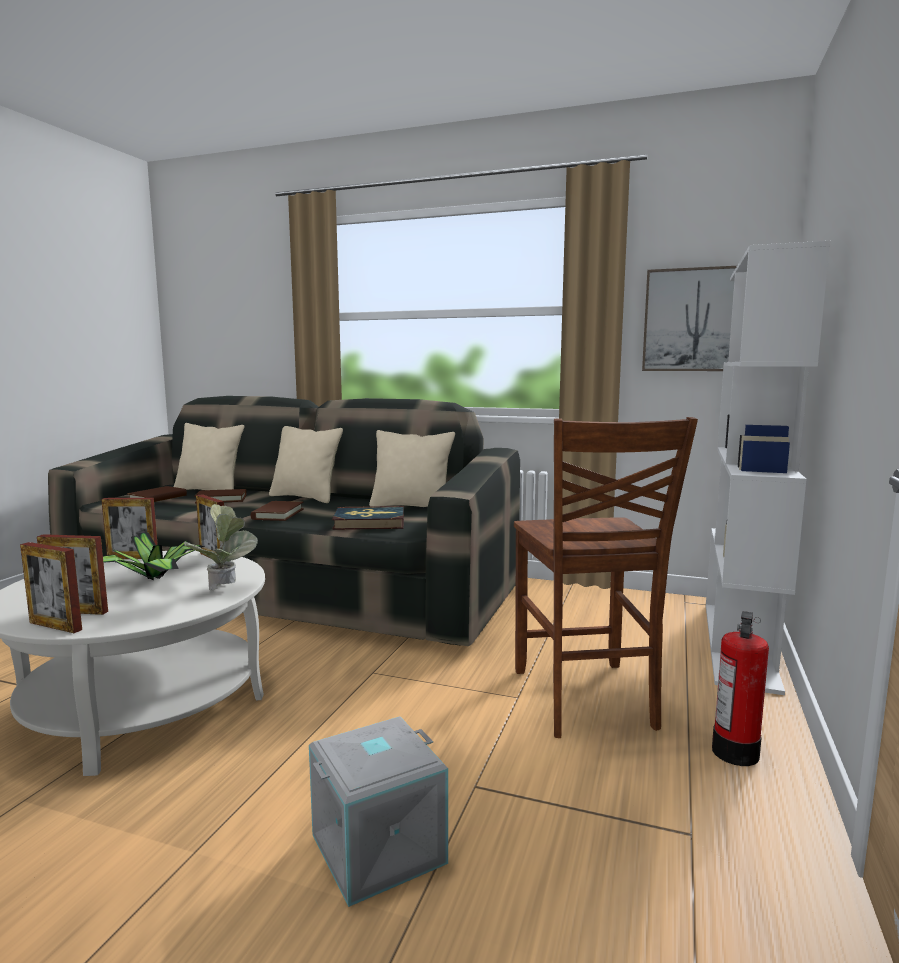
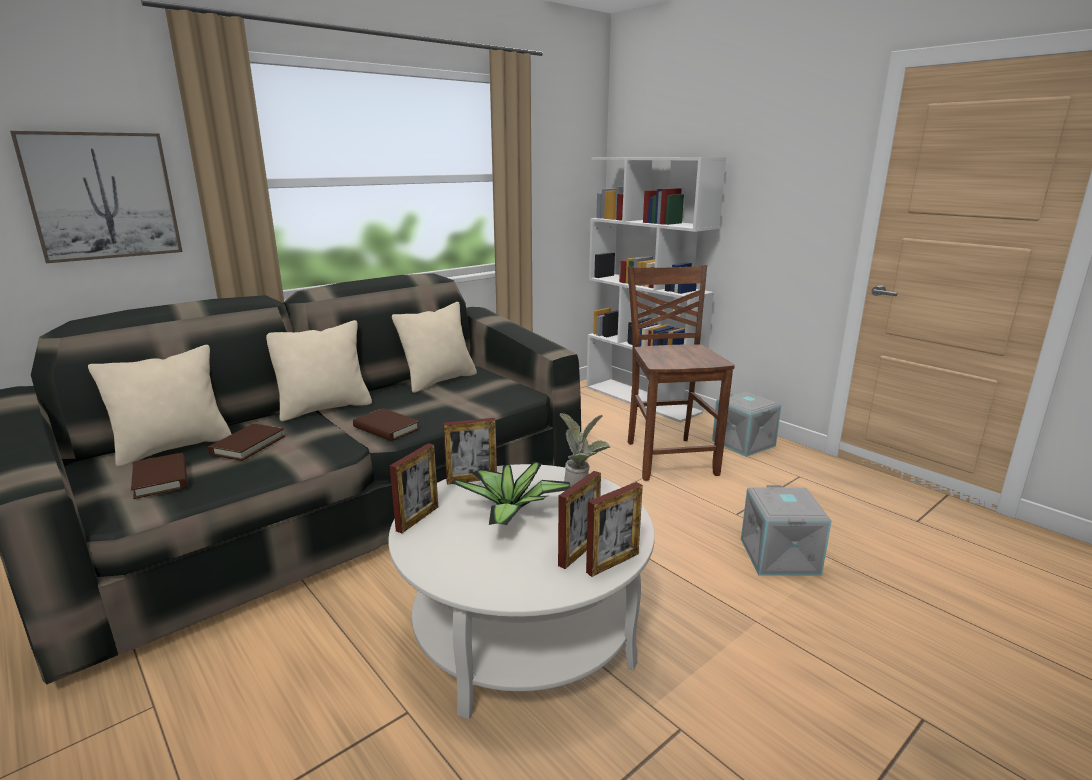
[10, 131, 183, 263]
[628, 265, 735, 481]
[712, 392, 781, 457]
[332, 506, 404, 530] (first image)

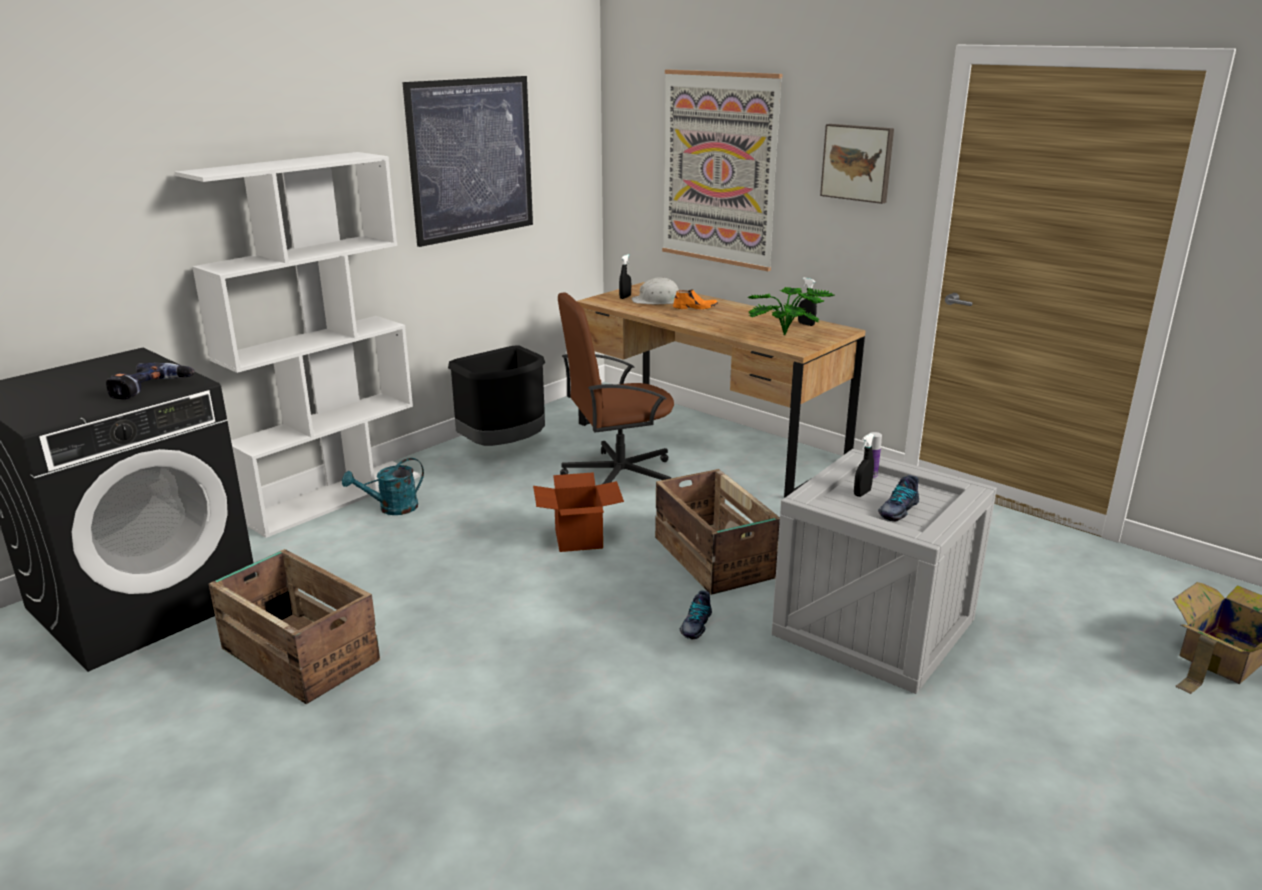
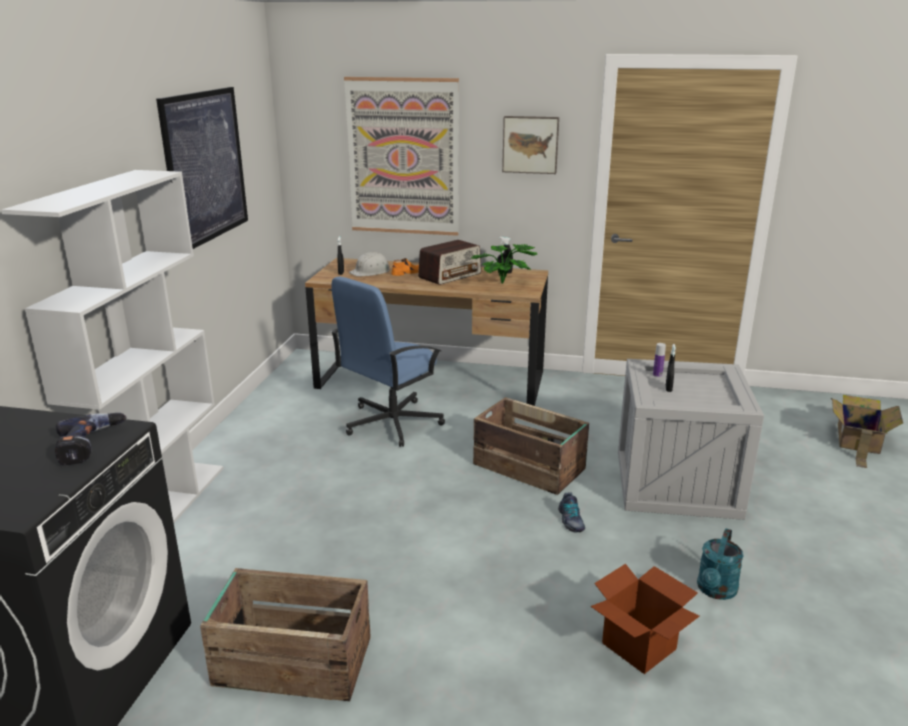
[331, 276, 445, 447]
[418, 240, 482, 285]
[591, 564, 700, 674]
[697, 529, 744, 600]
[448, 346, 545, 446] (first image)
[878, 475, 919, 521] (first image)

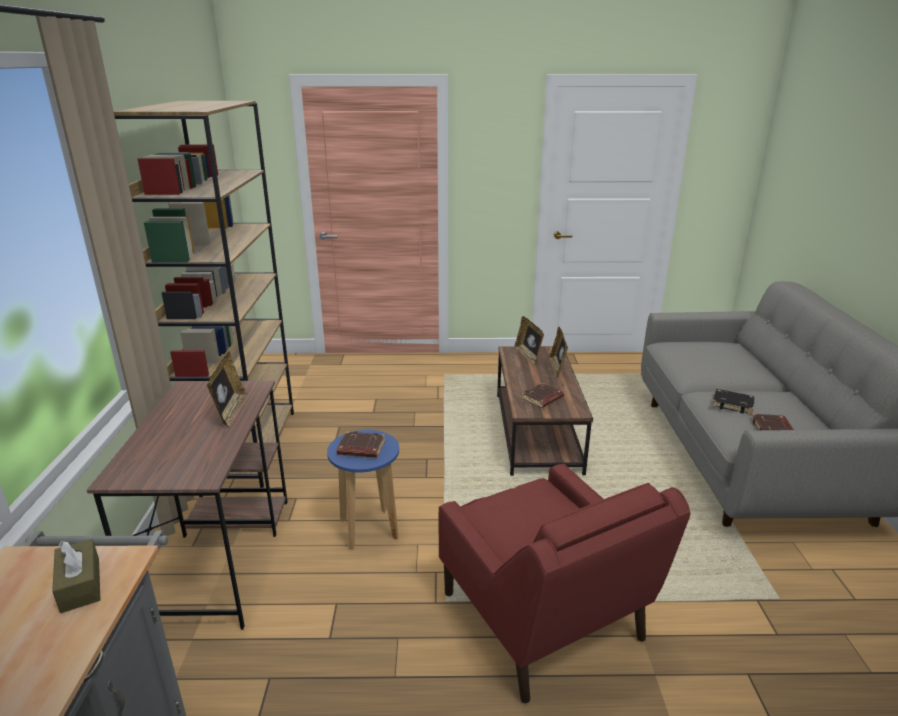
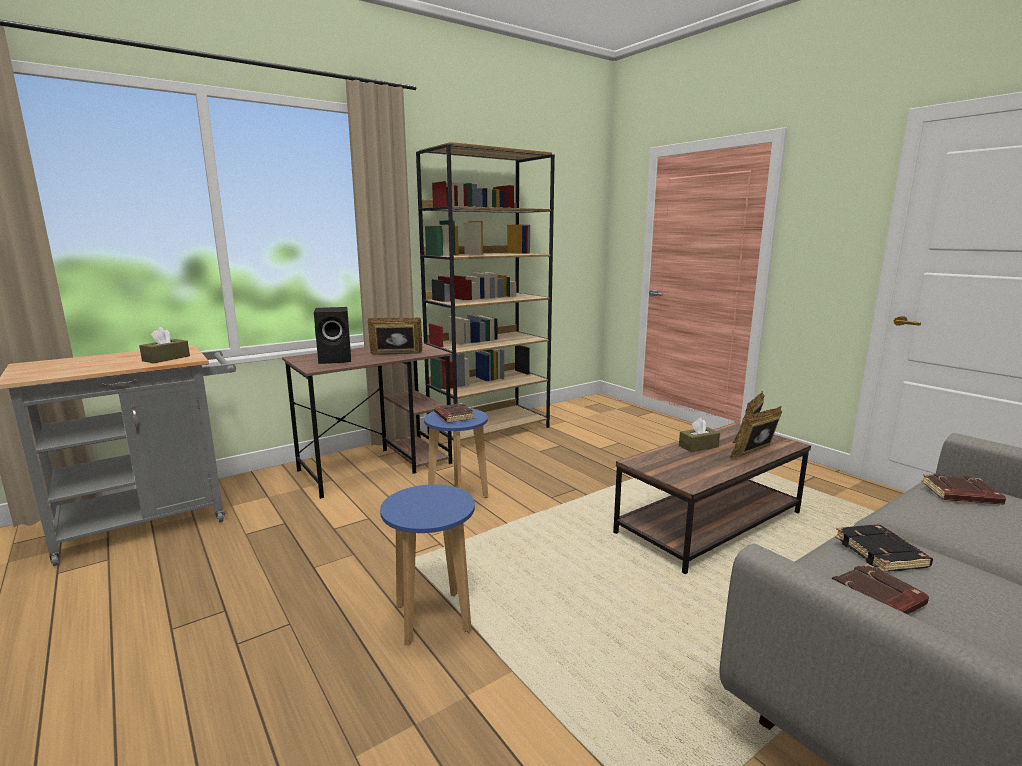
[314, 307, 351, 364]
[368, 317, 422, 355]
[380, 484, 475, 646]
[679, 418, 720, 452]
[921, 474, 1006, 504]

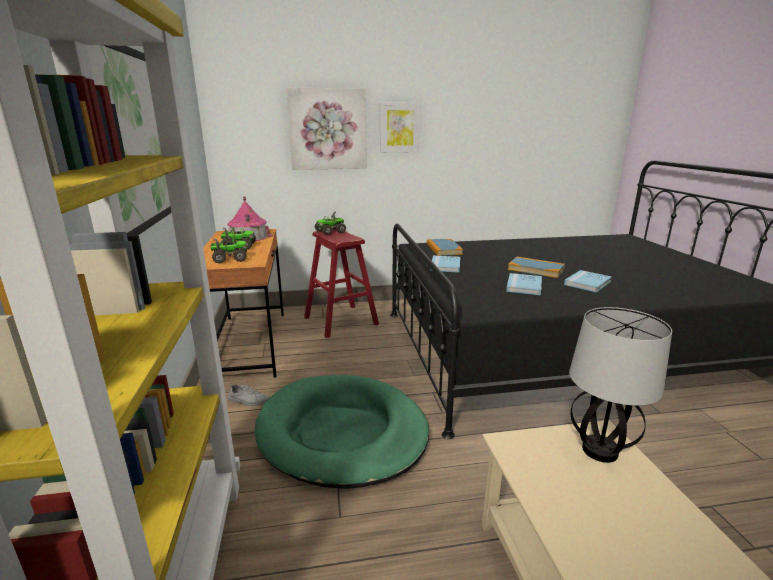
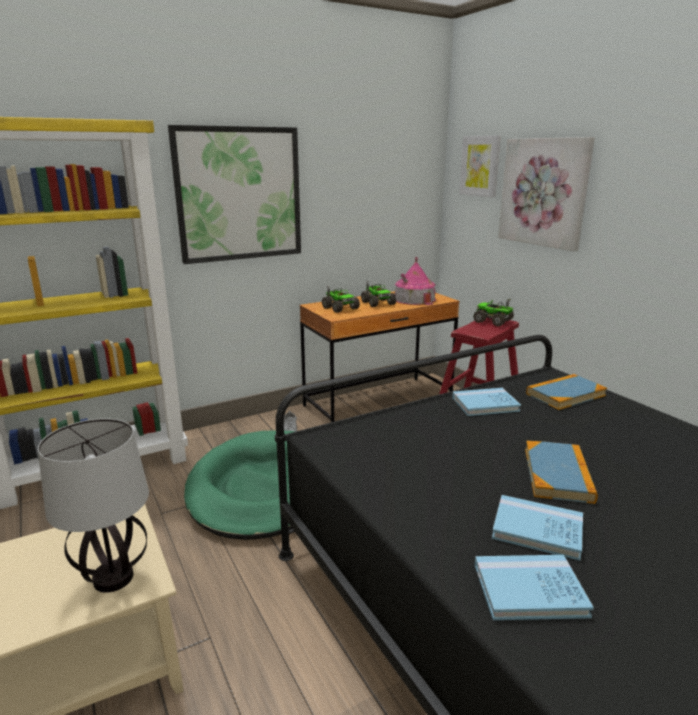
[459, 135, 501, 197]
[475, 555, 594, 620]

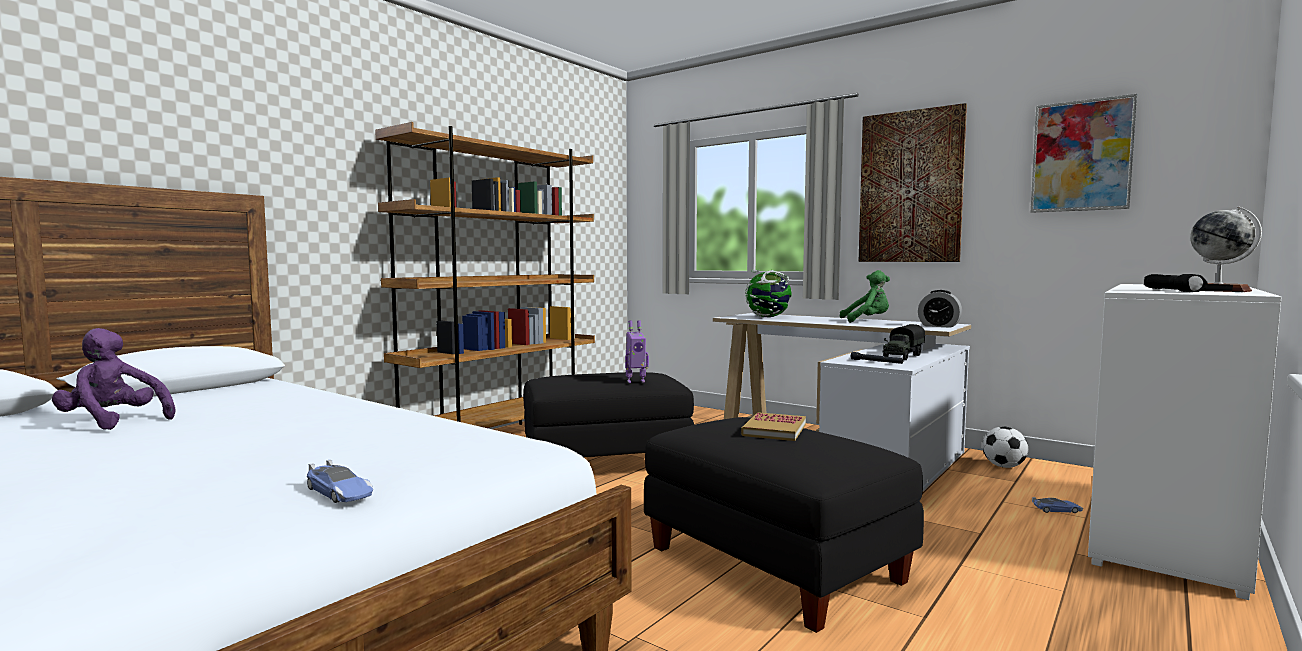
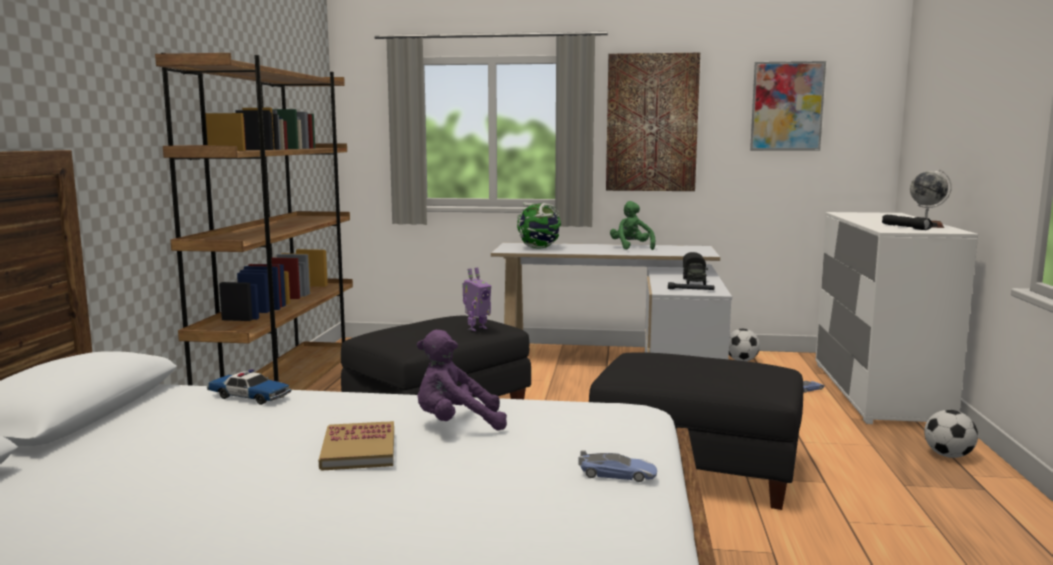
[207, 369, 292, 405]
[319, 421, 394, 471]
[417, 330, 507, 431]
[610, 201, 655, 250]
[924, 410, 978, 458]
[918, 290, 962, 328] (first image)

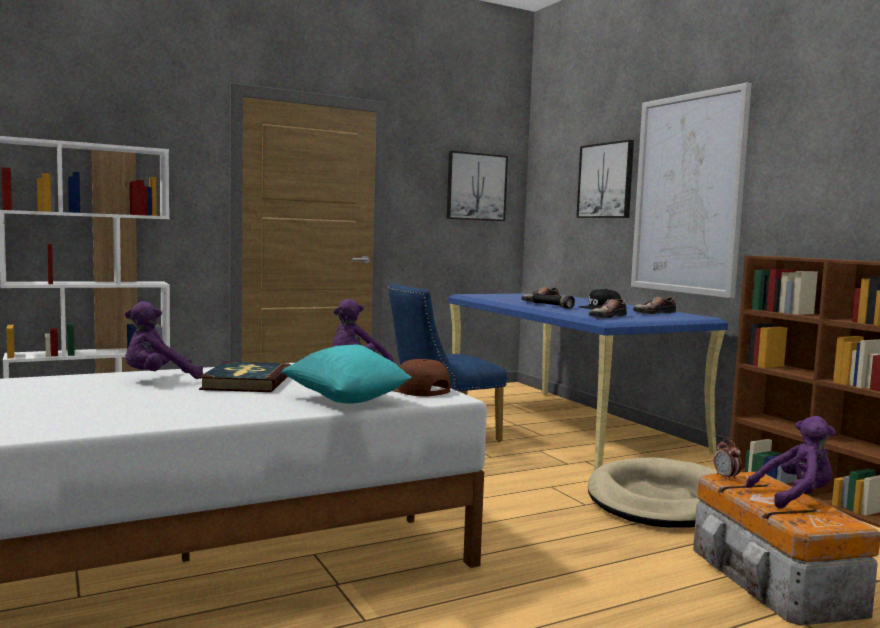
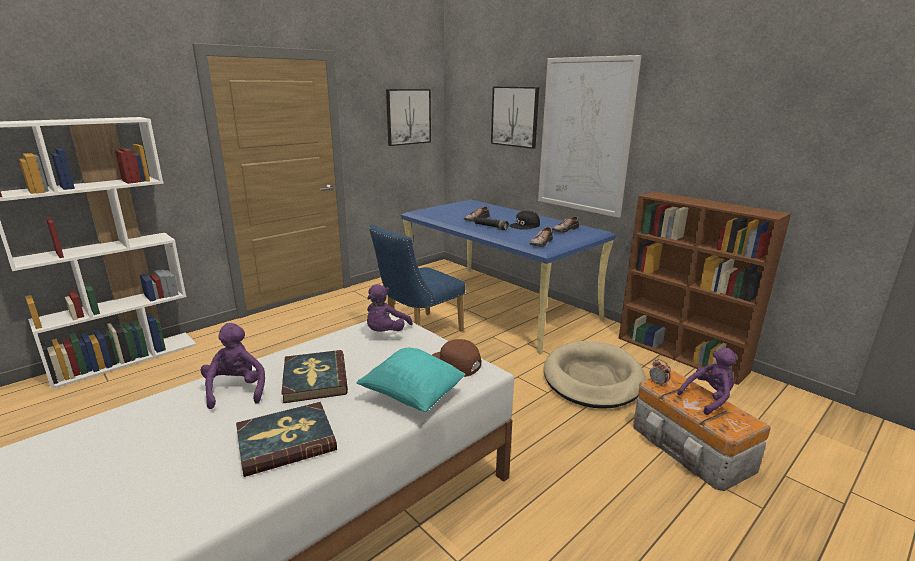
[201, 323, 265, 409]
[236, 402, 337, 477]

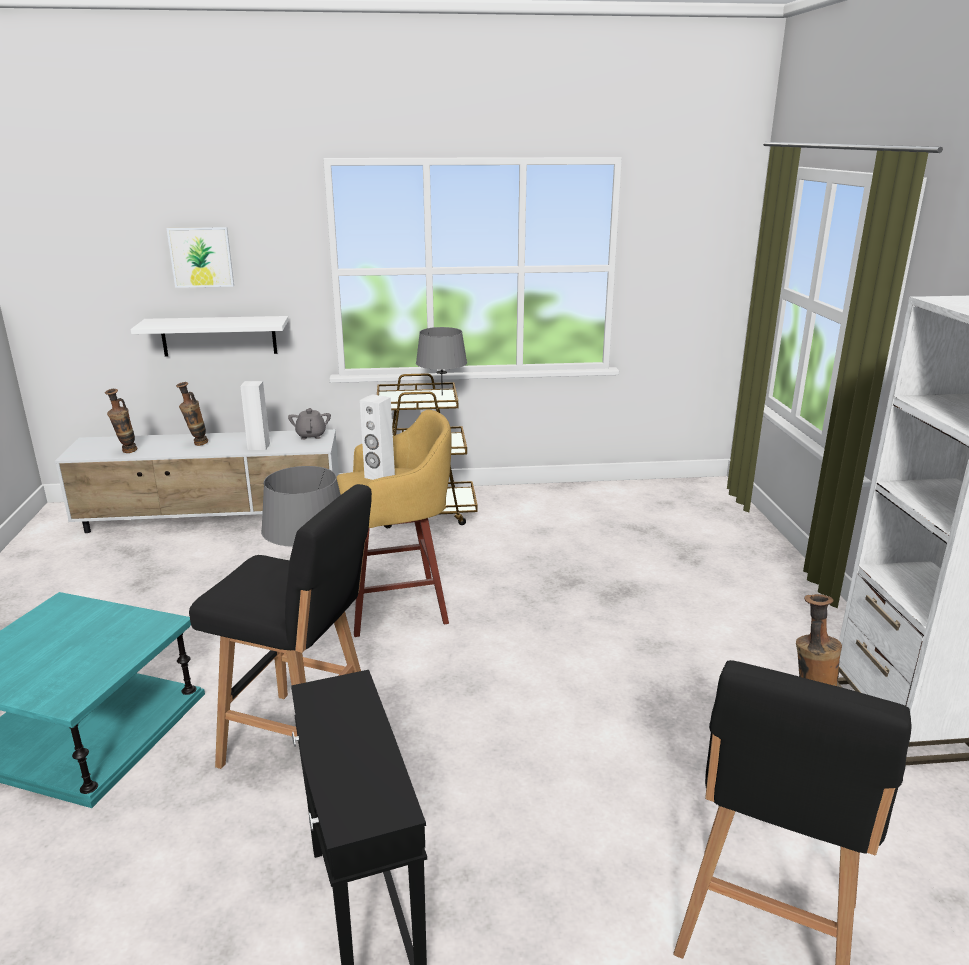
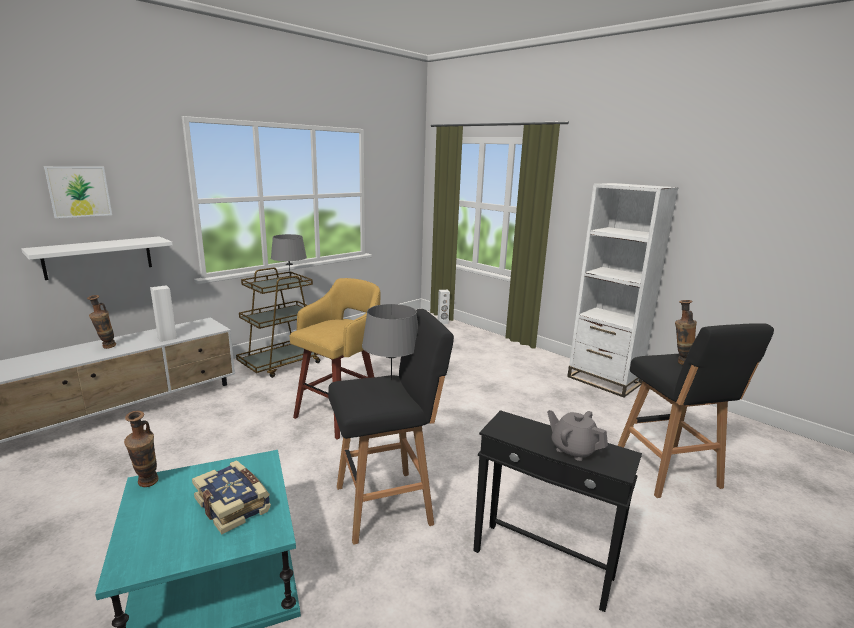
[124, 411, 158, 487]
[192, 460, 271, 534]
[438, 290, 450, 324]
[547, 410, 608, 461]

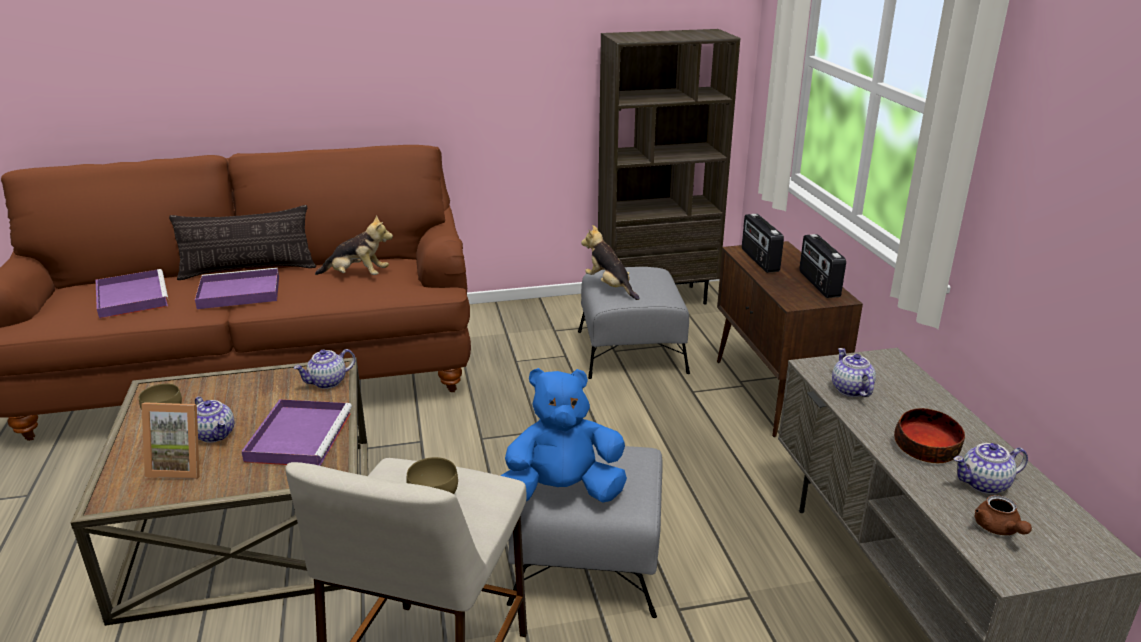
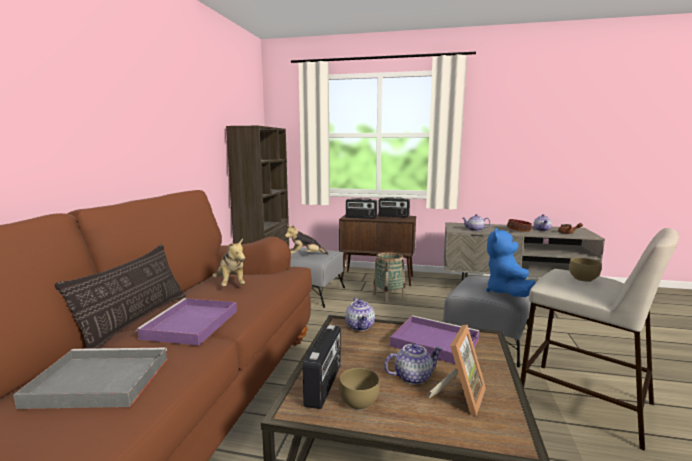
[13, 348, 167, 409]
[212, 238, 245, 286]
[303, 325, 341, 409]
[373, 252, 405, 302]

